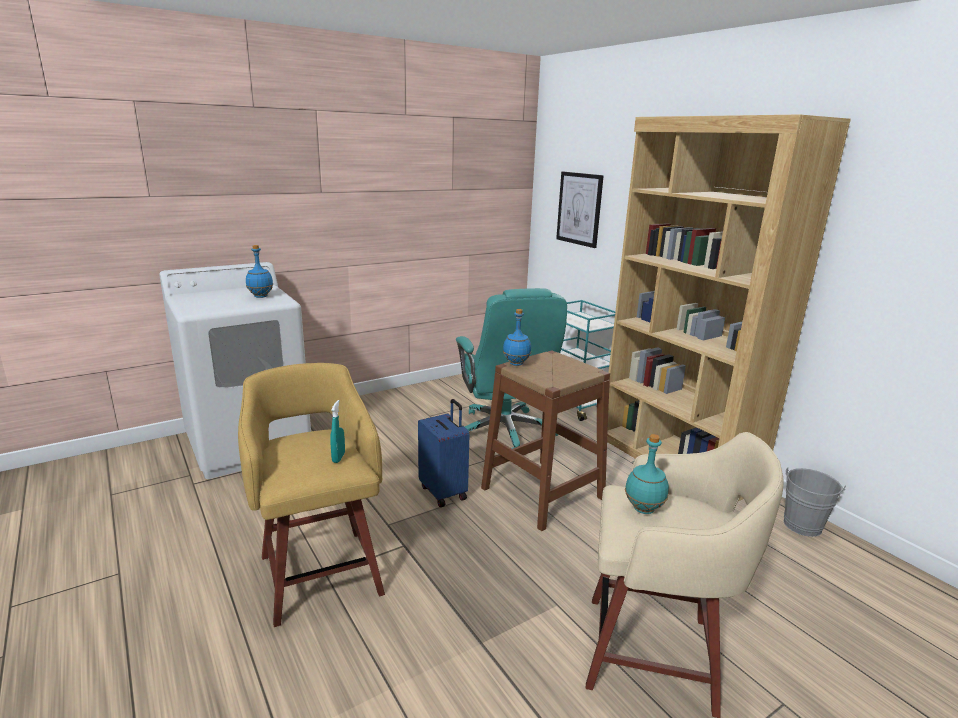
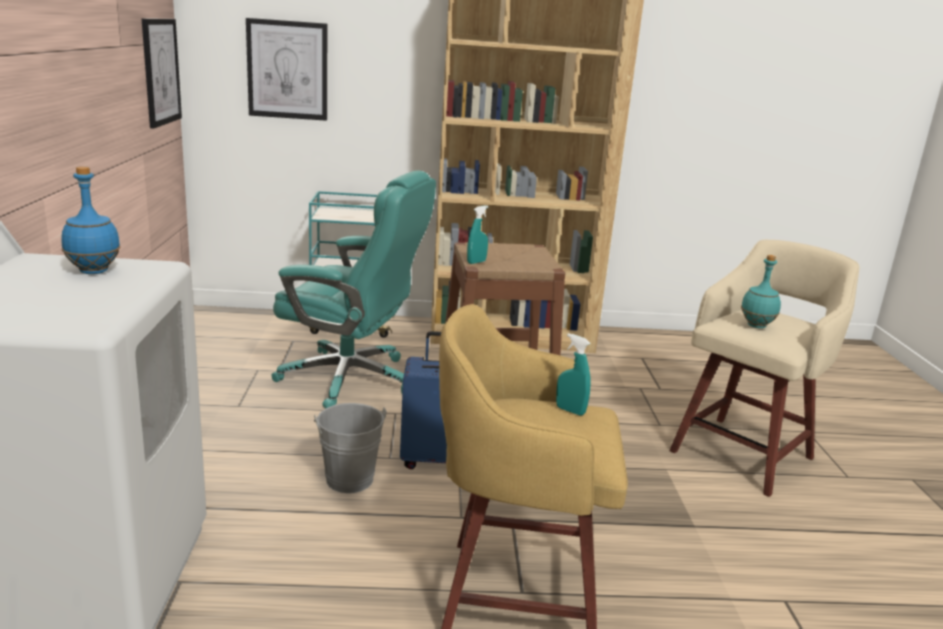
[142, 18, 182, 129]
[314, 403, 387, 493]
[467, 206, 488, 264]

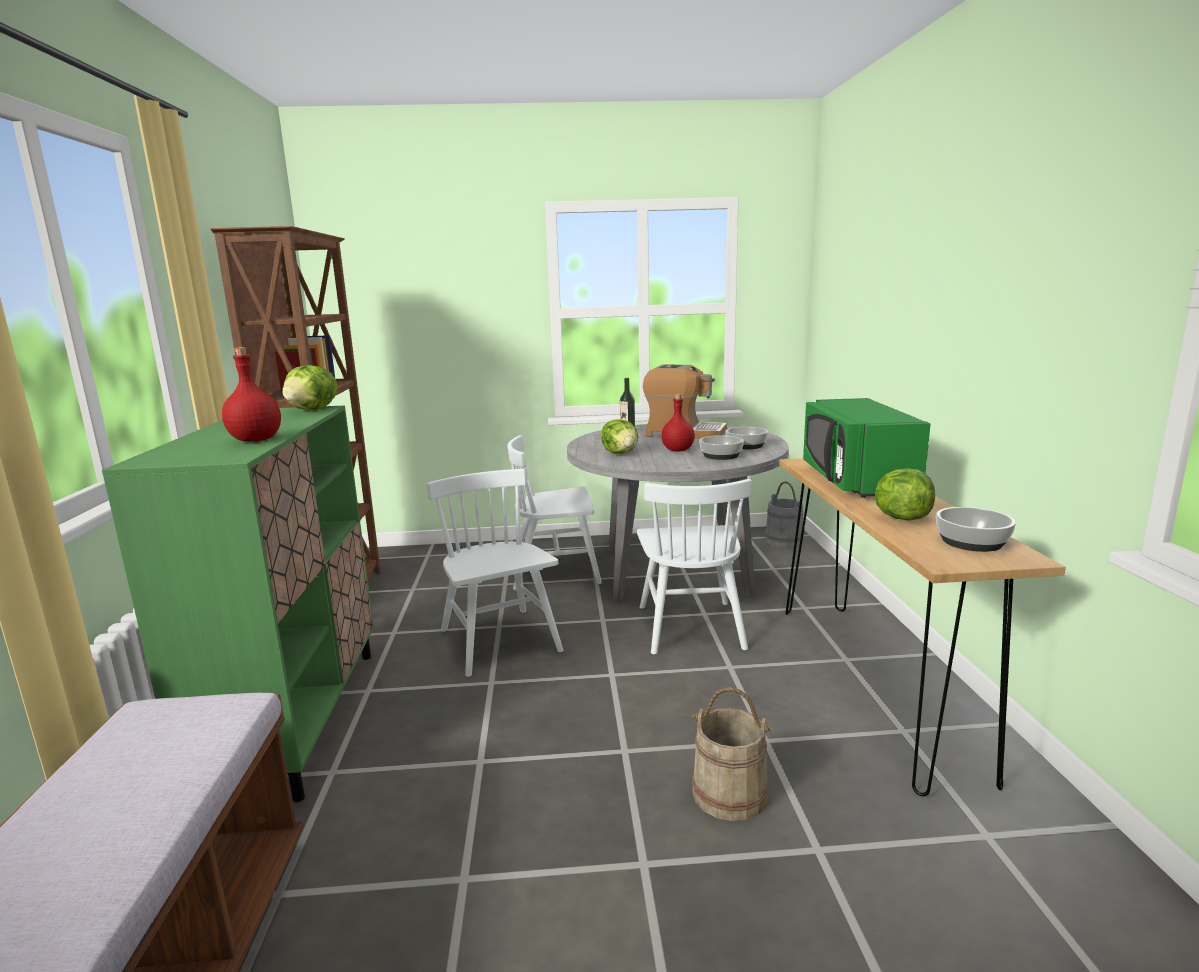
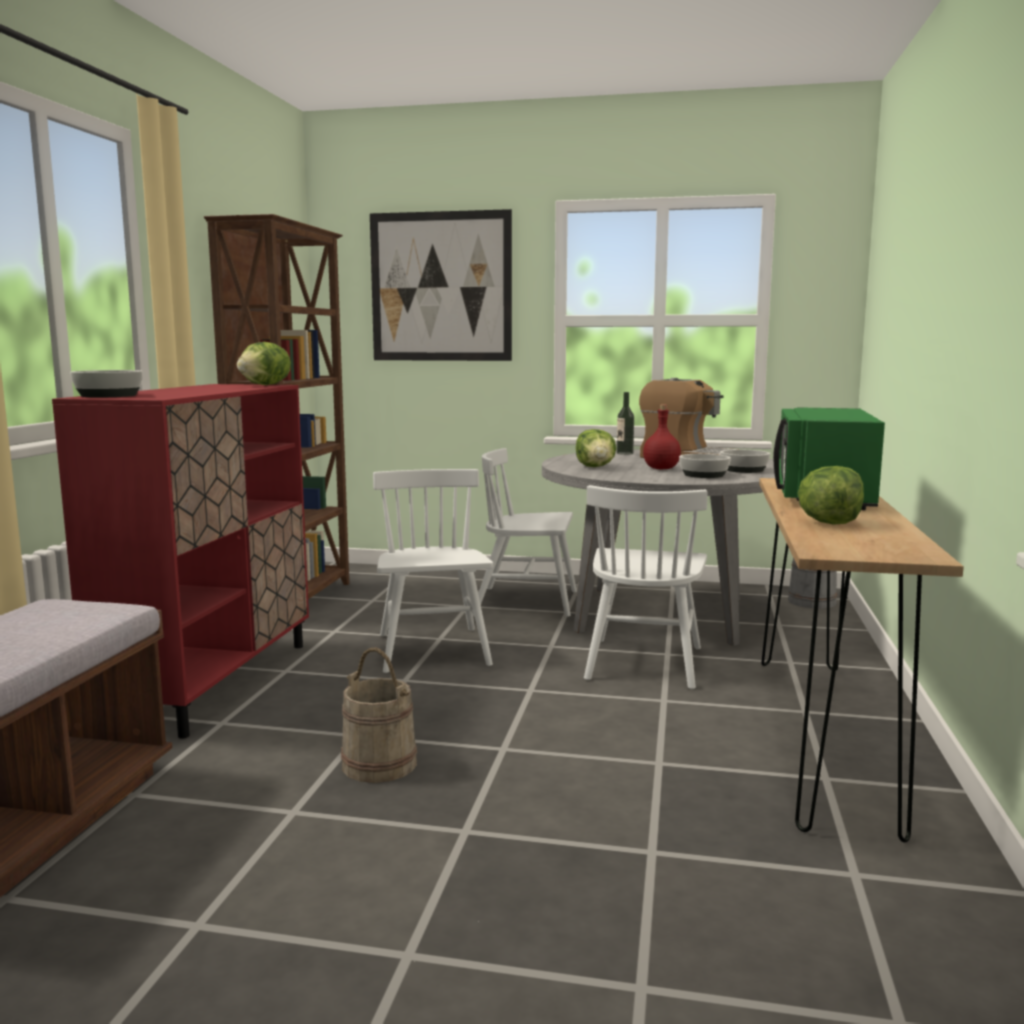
[52, 384, 309, 739]
[70, 370, 143, 397]
[341, 647, 417, 783]
[370, 209, 512, 361]
[222, 347, 281, 442] (first image)

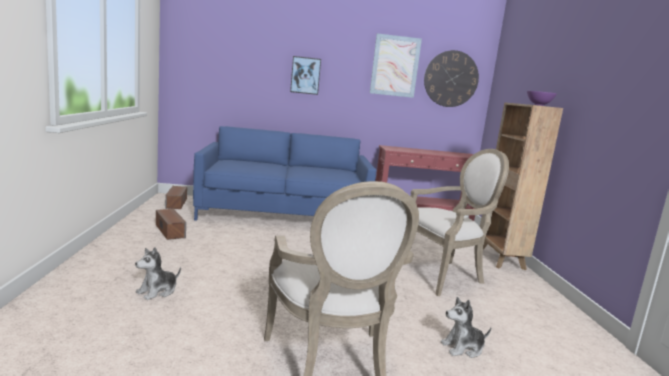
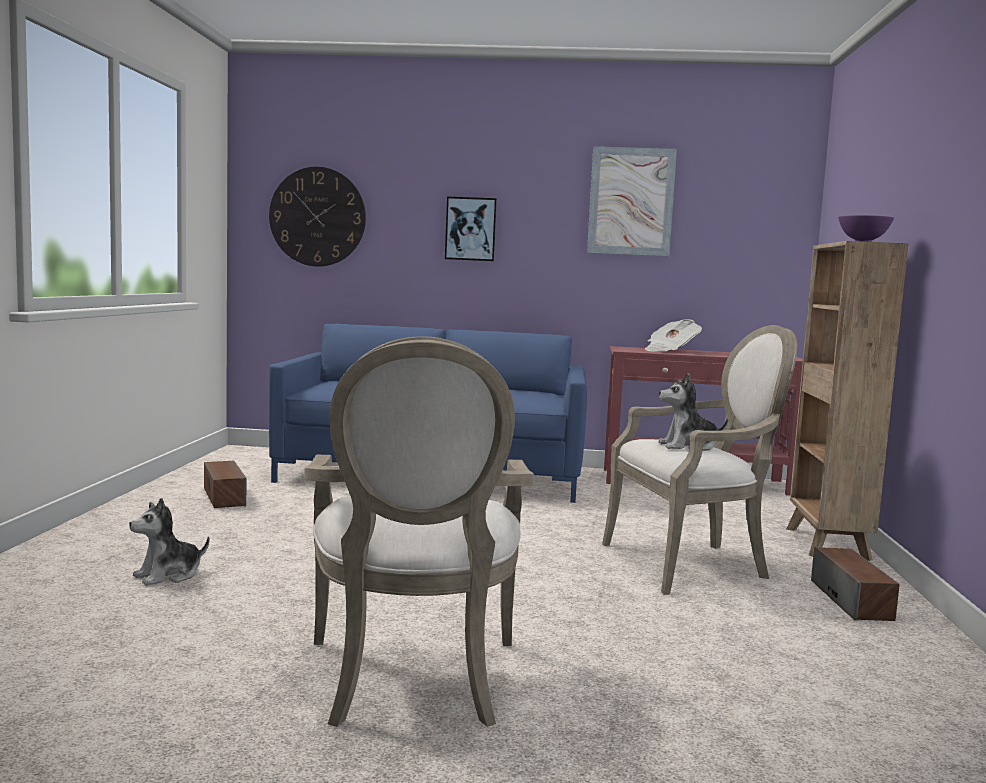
[269, 167, 366, 267]
[645, 319, 702, 351]
[659, 373, 728, 451]
[811, 547, 900, 621]

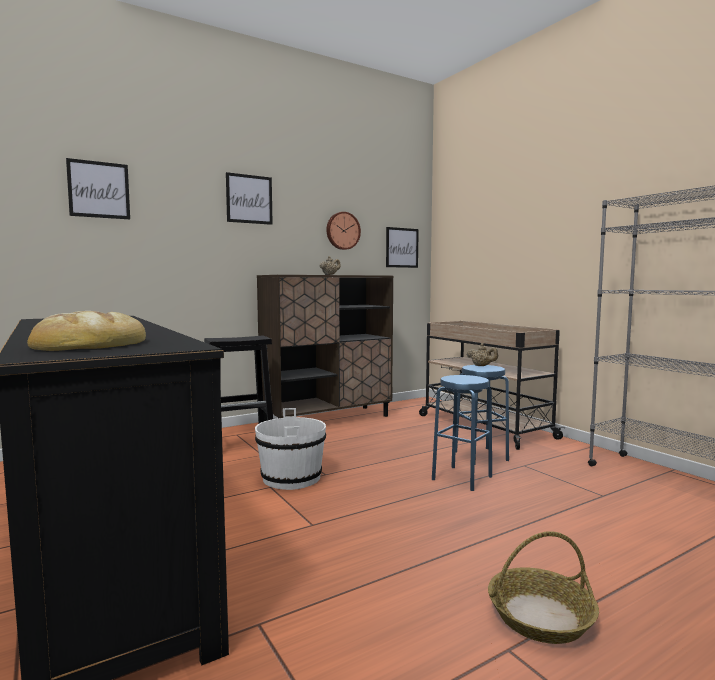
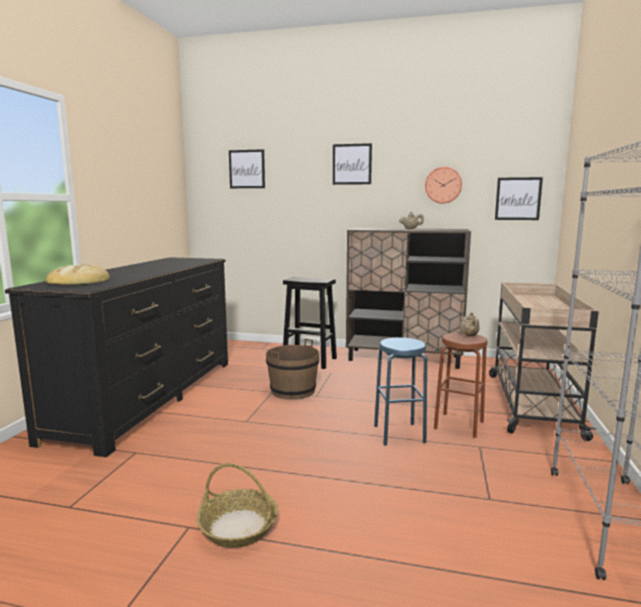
[266, 339, 320, 399]
[434, 332, 488, 438]

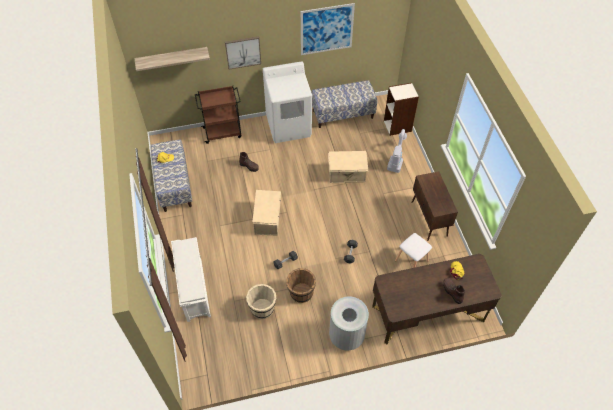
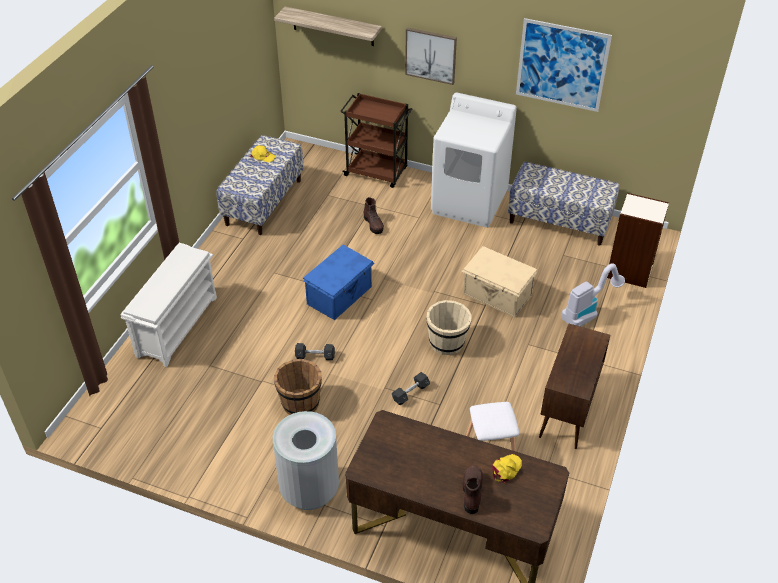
[303, 245, 375, 320]
[426, 300, 472, 355]

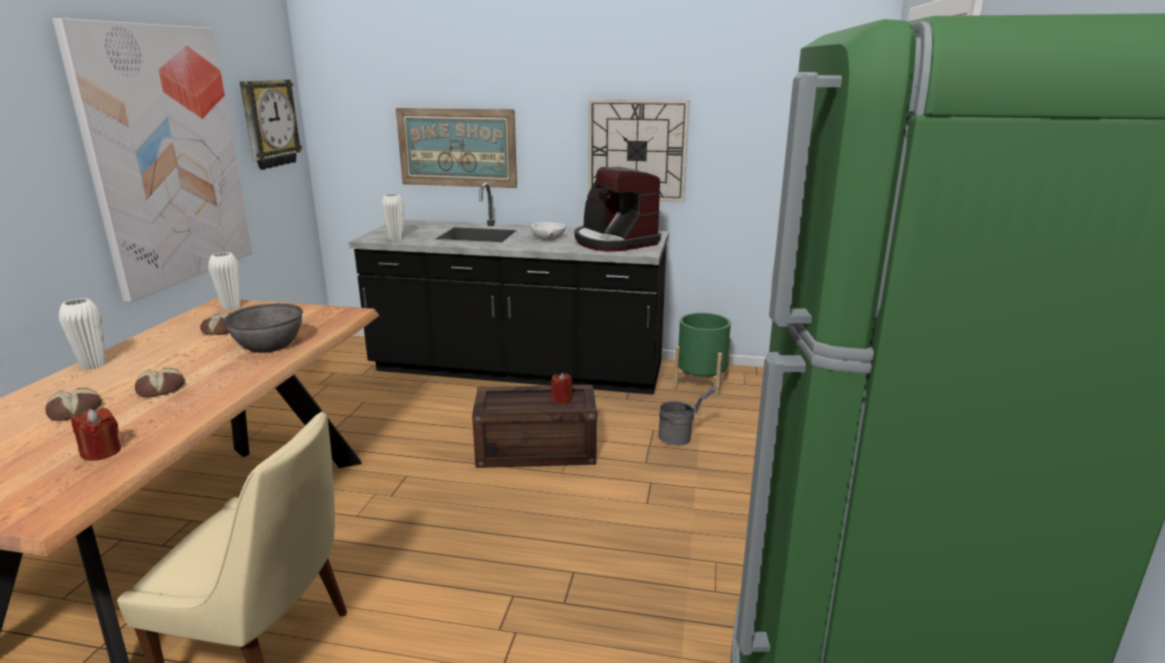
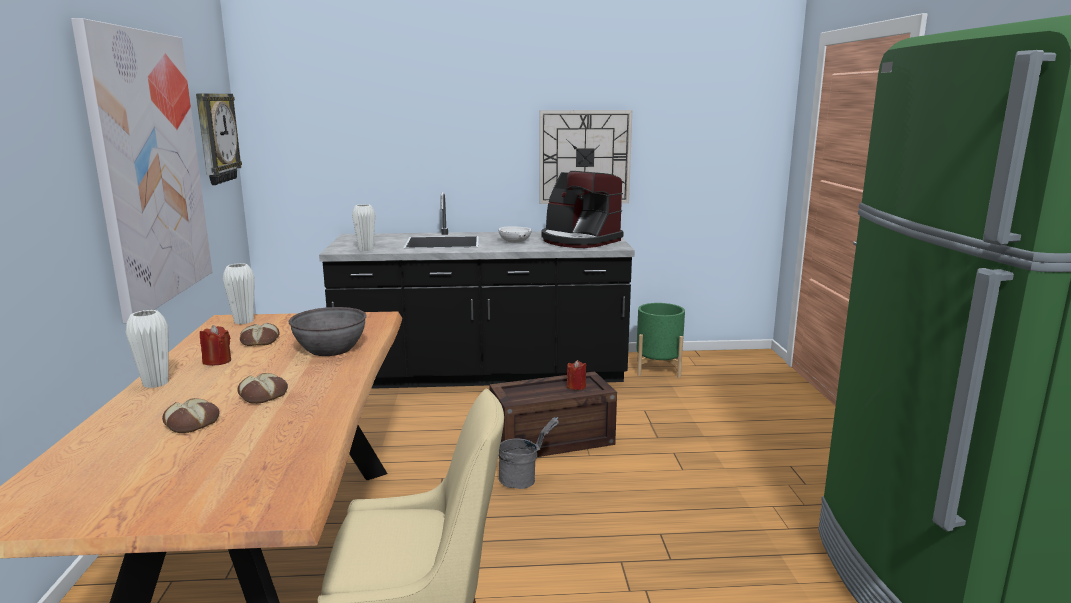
[200, 325, 231, 366]
[499, 417, 559, 489]
[396, 108, 517, 188] (first image)

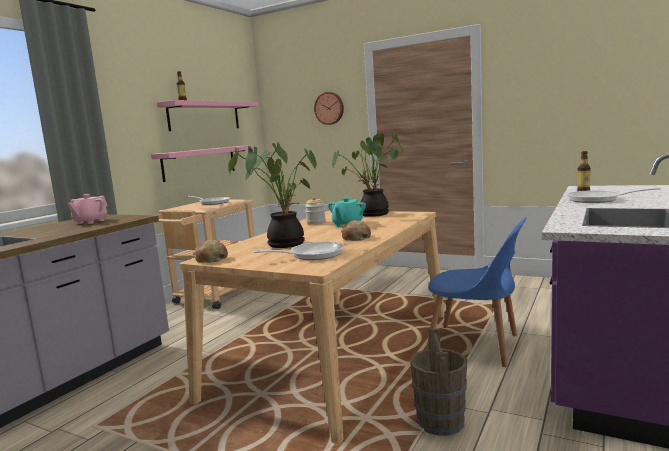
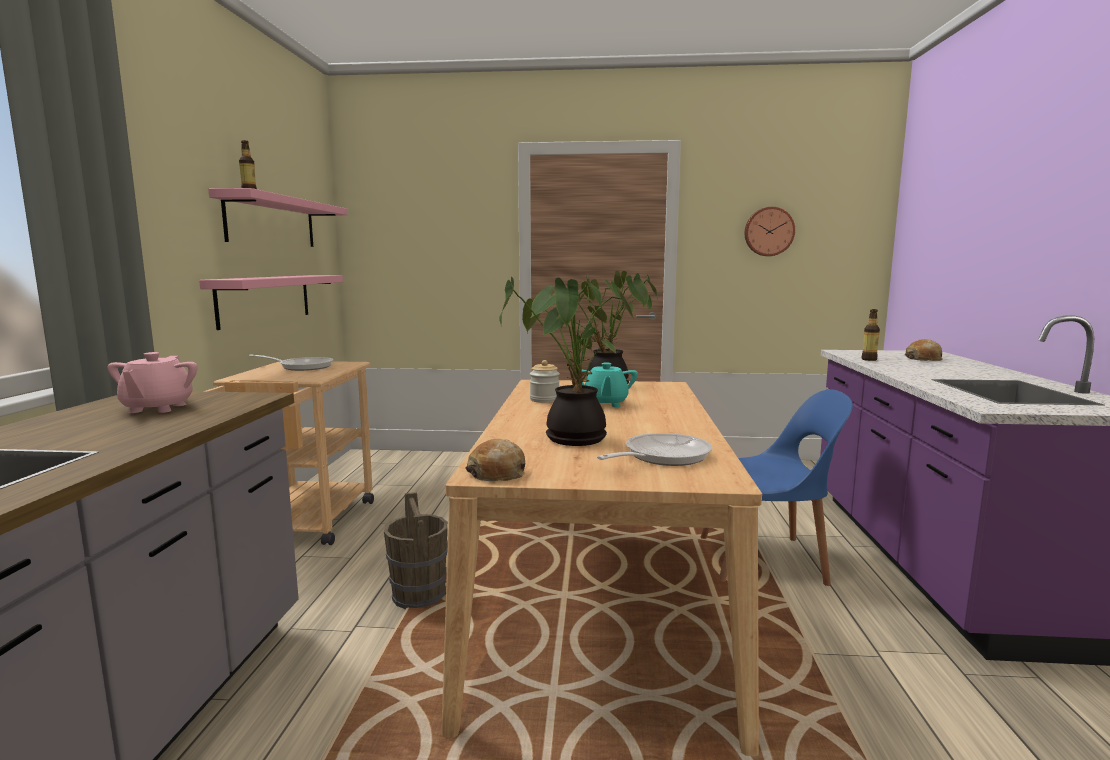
[384, 492, 448, 609]
[744, 207, 795, 256]
[905, 339, 943, 361]
[566, 187, 661, 203] (first image)

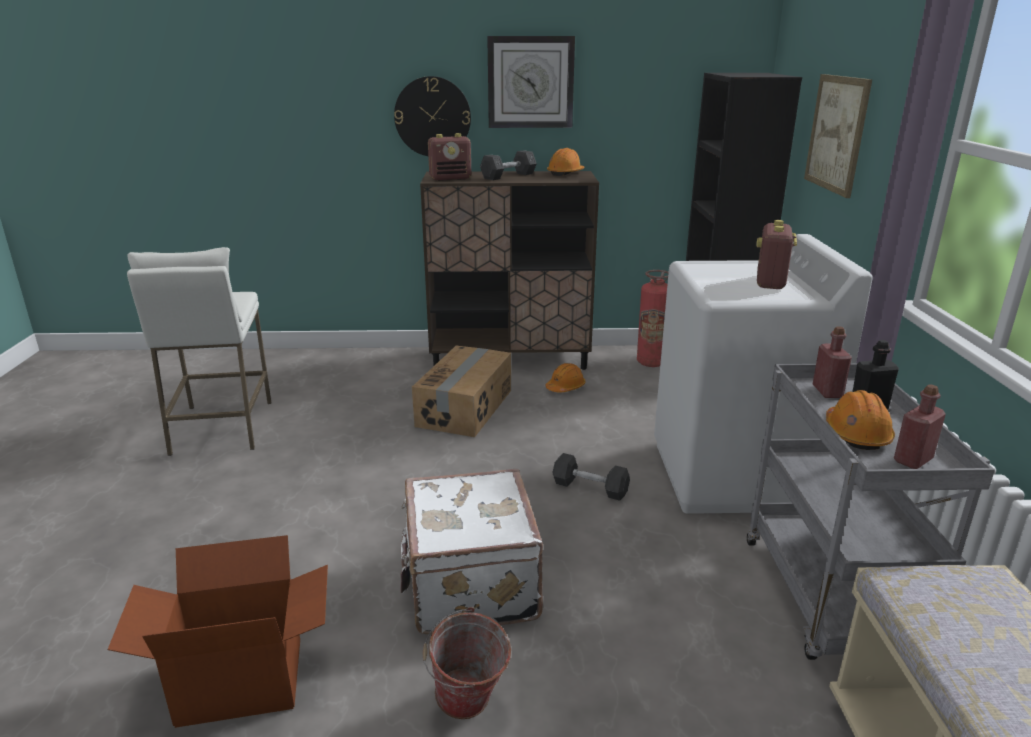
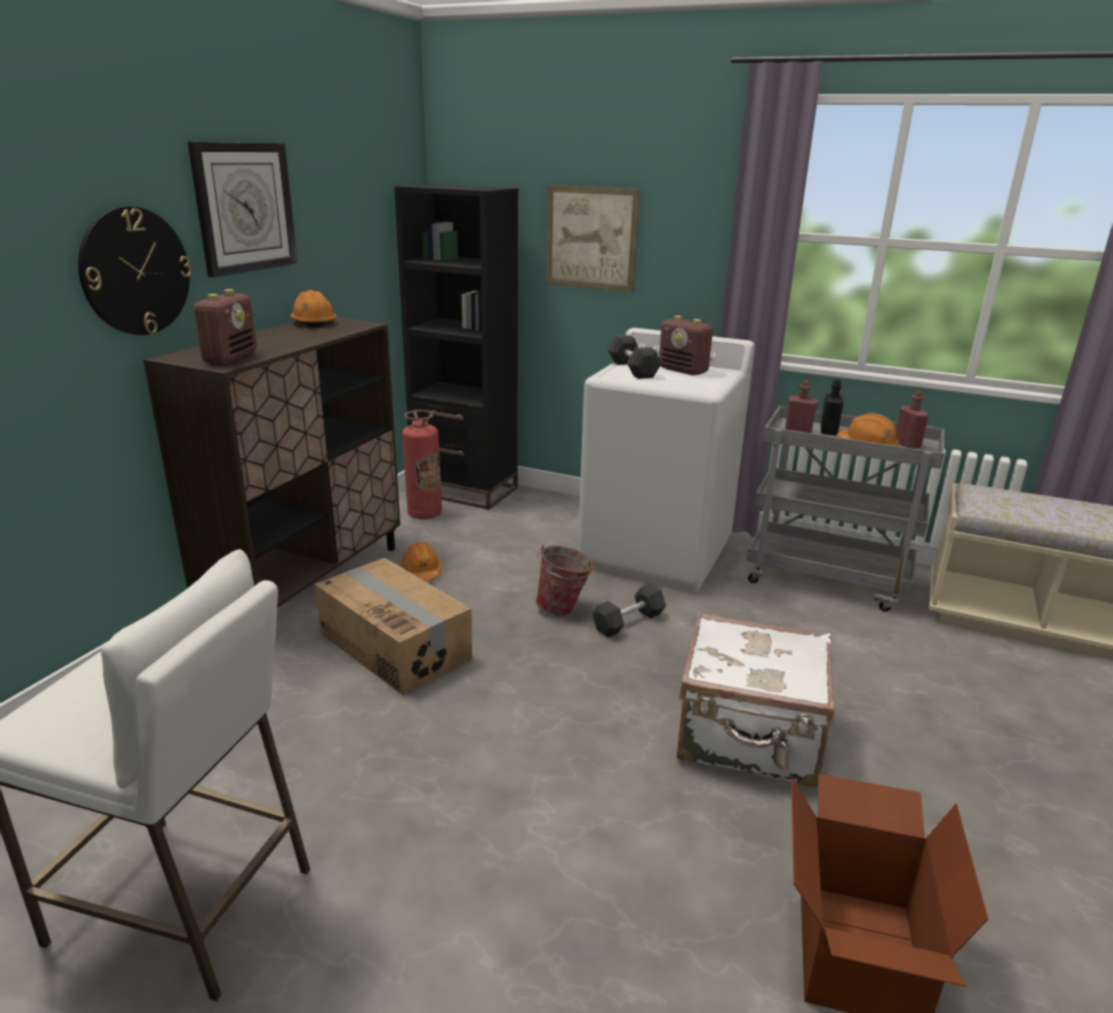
[536, 545, 596, 616]
[607, 335, 662, 379]

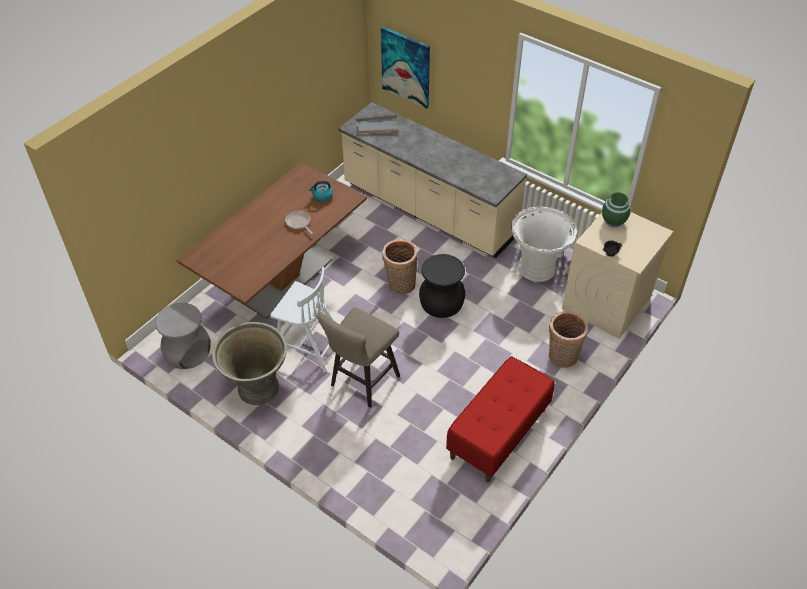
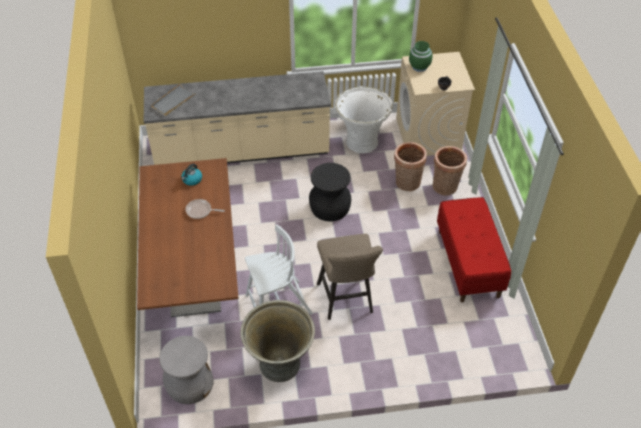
[394, 142, 427, 191]
[381, 27, 430, 109] (first image)

